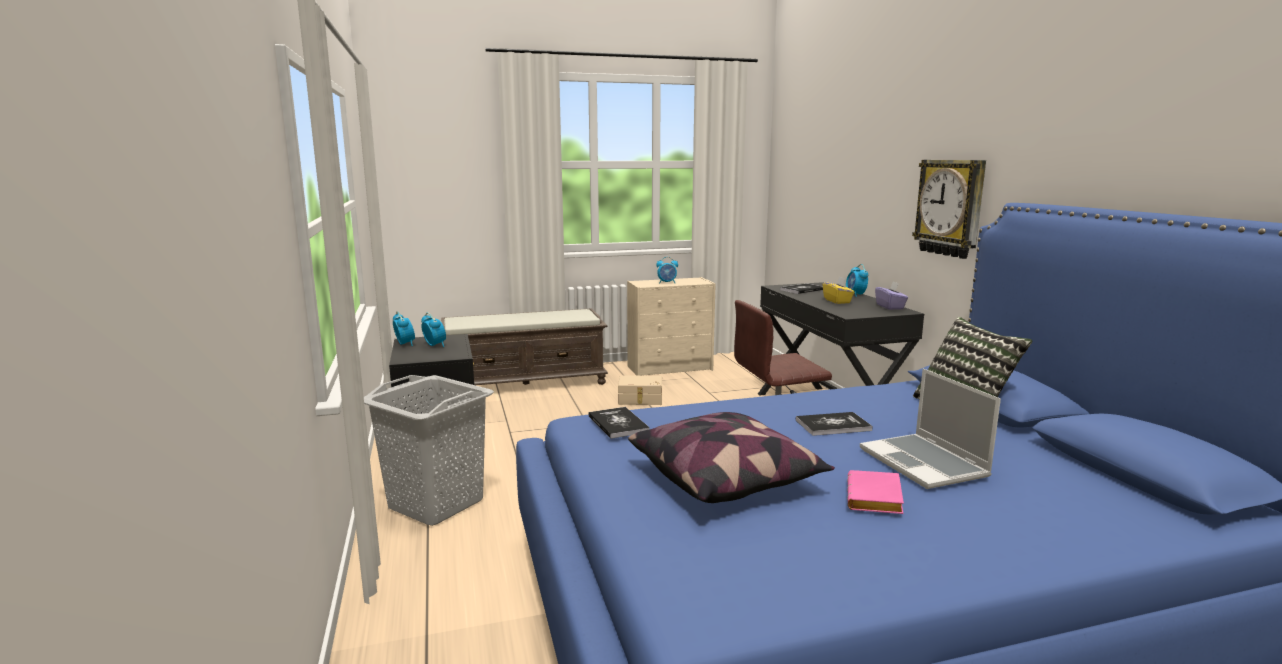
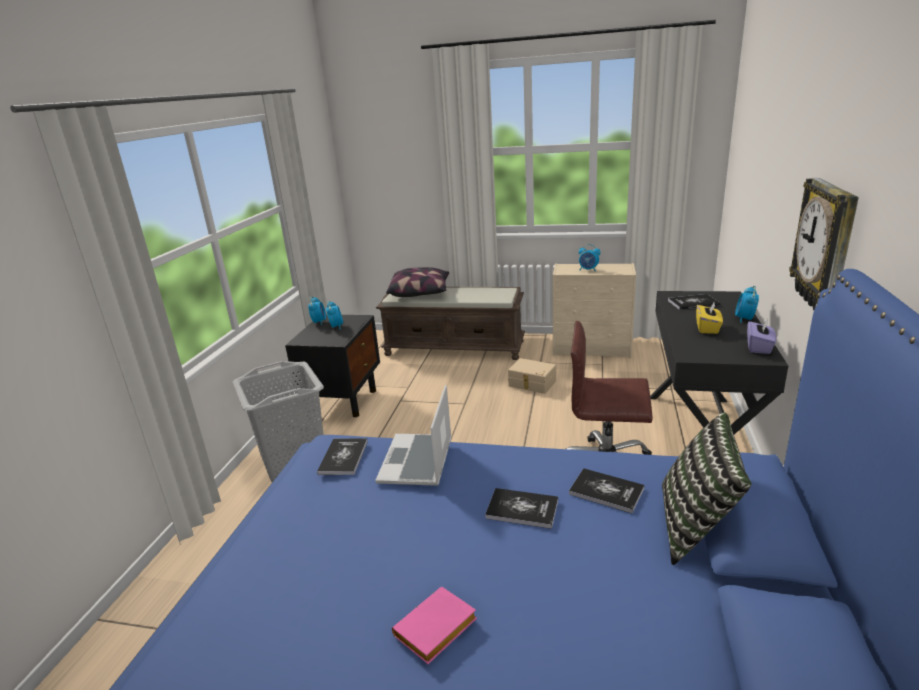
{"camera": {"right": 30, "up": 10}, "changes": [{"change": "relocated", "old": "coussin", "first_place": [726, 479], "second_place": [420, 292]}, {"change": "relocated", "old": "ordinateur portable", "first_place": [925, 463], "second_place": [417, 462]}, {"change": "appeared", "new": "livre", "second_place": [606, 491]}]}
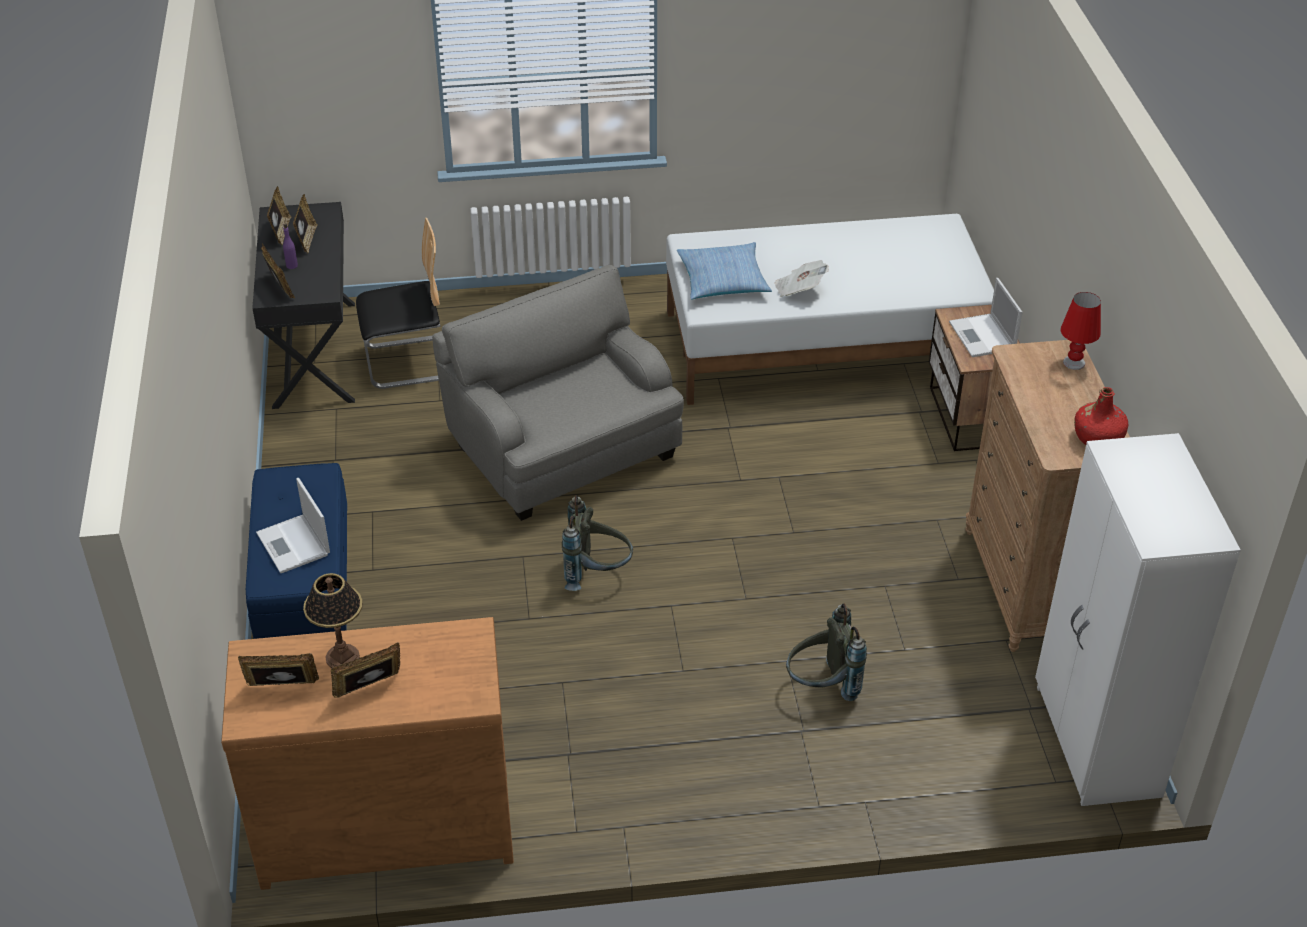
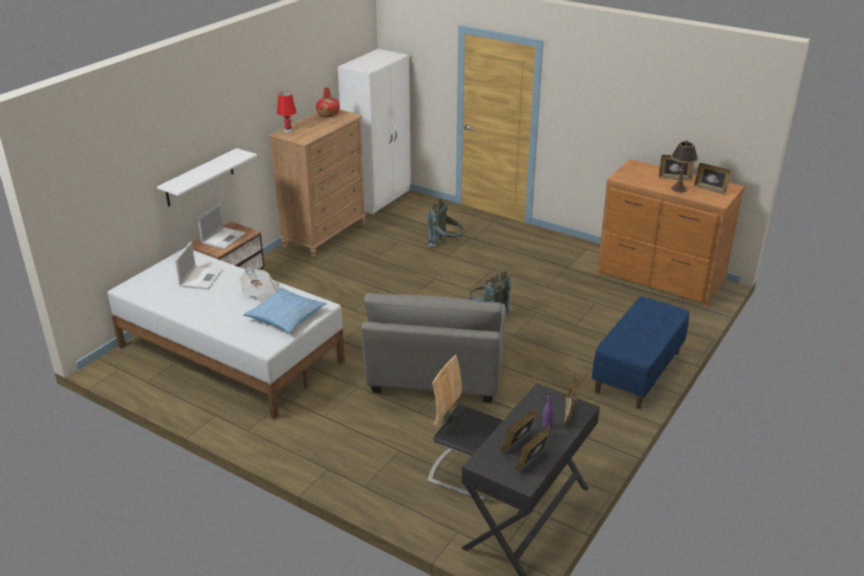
{"camera": {"right": -140, "up": -10}, "changes": [{"change": "relocated", "old": "ordinateur portable", "first_place": [294, 545], "second_place": [201, 277]}, {"change": "appeared", "new": "étagère [blanc]", "second_place": [199, 177]}]}
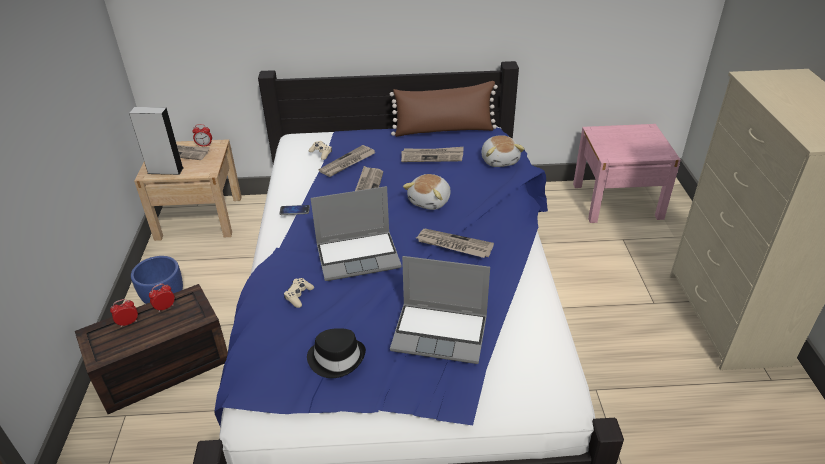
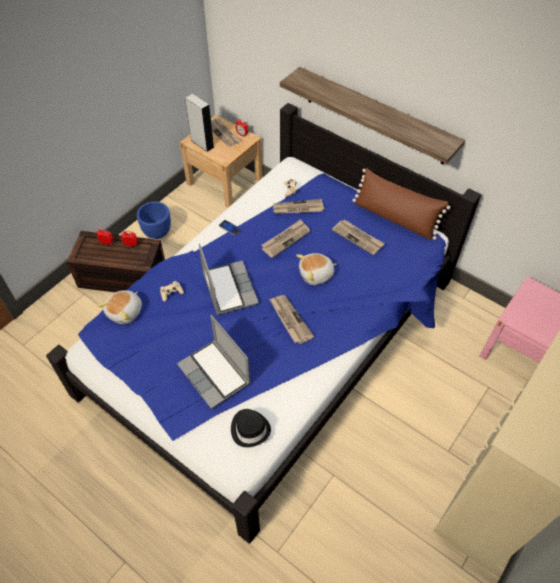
{"camera": {"right": 40, "up": 15}, "changes": [{"change": "relocated", "old": "chapeau [noir]", "first_place": [336, 358], "second_place": [250, 429]}, {"change": "spun", "old": "ordinateur portable", "first_place": [359, 256], "second_place": [228, 288], "degrees": -135}, {"change": "relocated", "old": "peluche", "first_place": [500, 160], "second_place": [125, 312]}, {"change": "appeared", "new": "étagère", "second_place": [375, 116]}]}
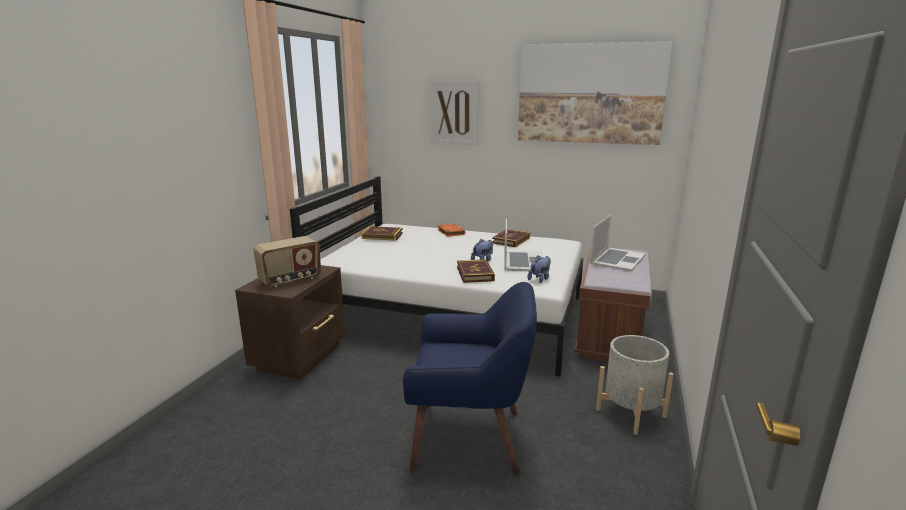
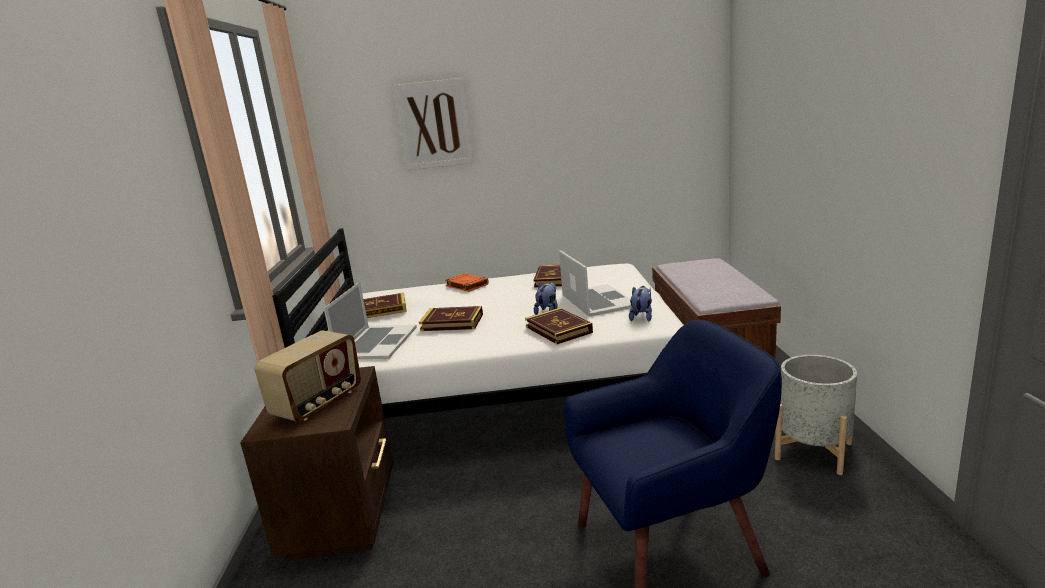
{"camera": {"right": -20, "up": 0}, "changes": [{"change": "missing", "old": "tableau", "first_place": [590, 94]}, {"change": "relocated", "old": "ordinateur portable", "first_place": [617, 259], "second_place": [376, 342]}, {"change": "appeared", "new": "livre", "second_place": [452, 322]}]}
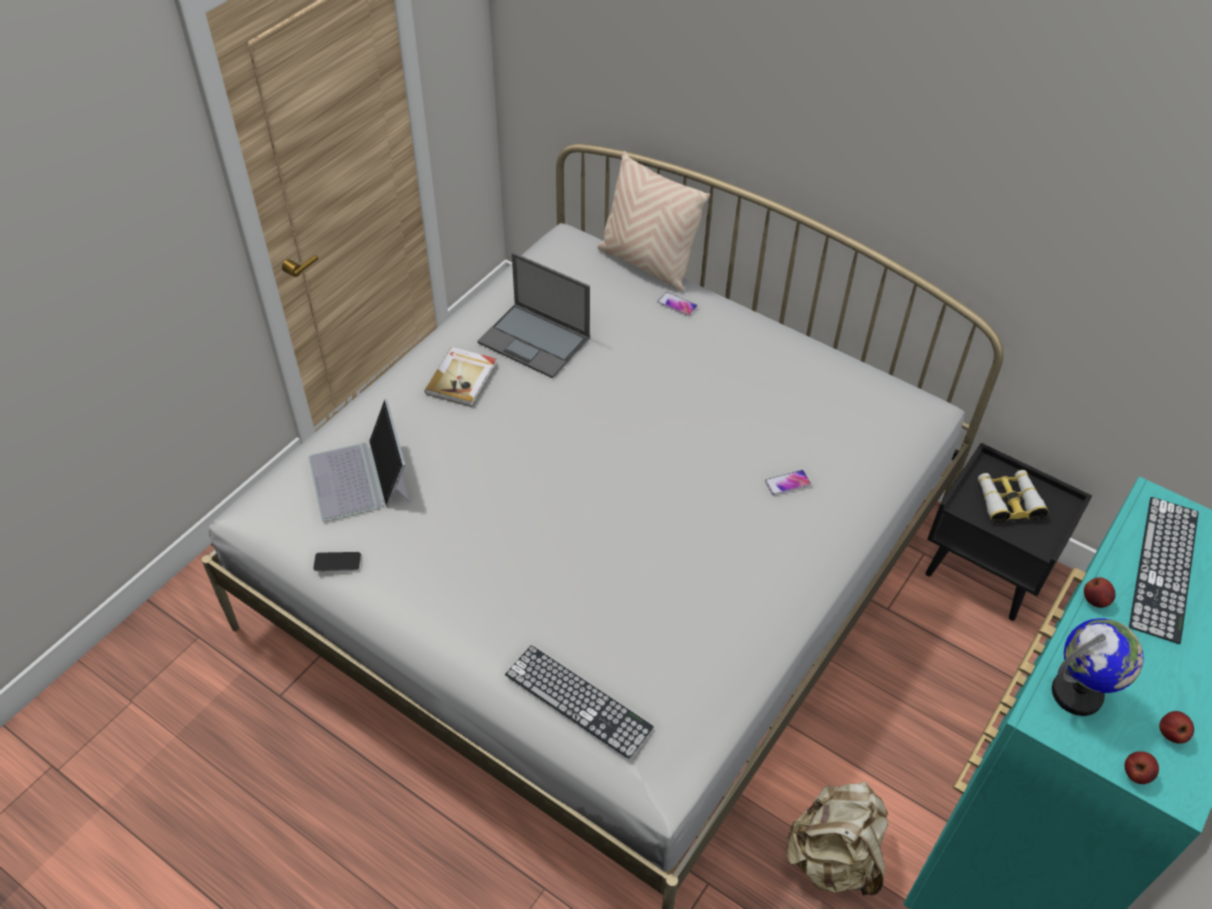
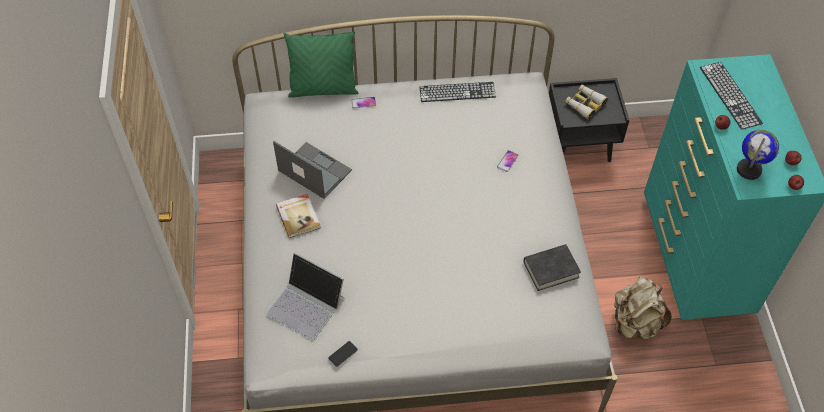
{"camera": {"right": -40, "up": 5}, "changes": [{"change": "spun", "old": "ordinateur portable", "first_place": [535, 340], "second_place": [314, 170], "degrees": -135}, {"change": "relocated", "old": "clavier", "first_place": [578, 700], "second_place": [457, 92]}, {"change": "colour", "old": "coussin [beige]", "new": "coussin [vert]", "first_place": [647, 263], "second_place": [323, 89]}, {"change": "appeared", "new": "livre [noir]", "second_place": [551, 269]}]}
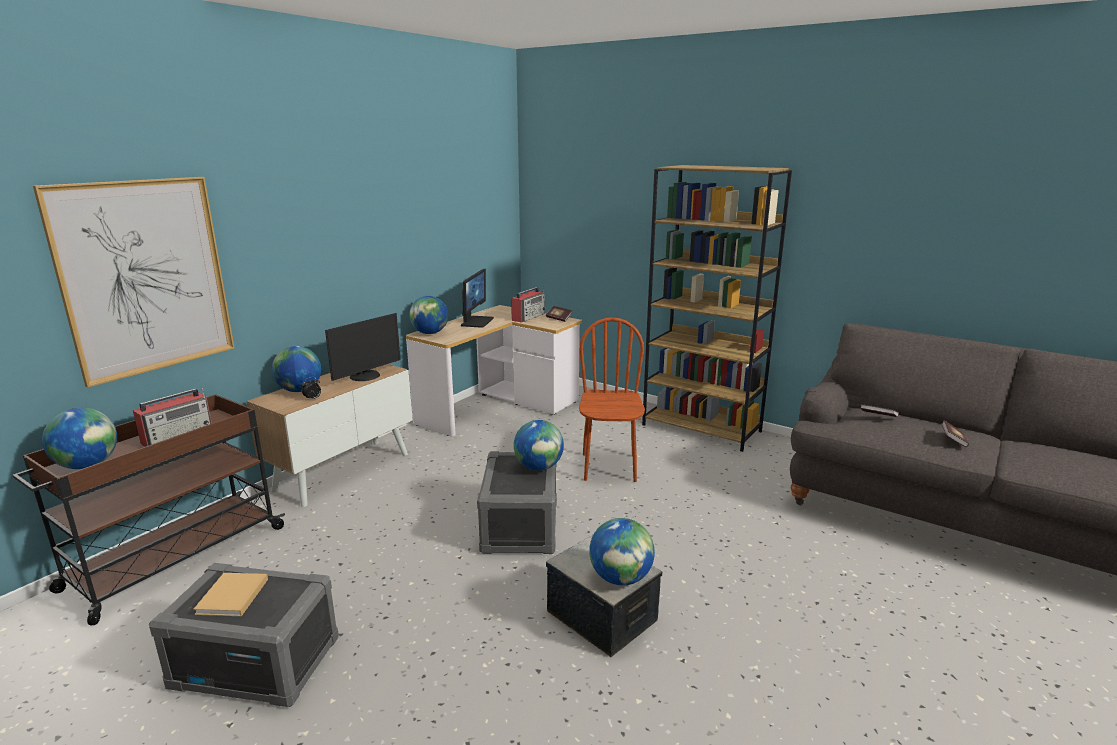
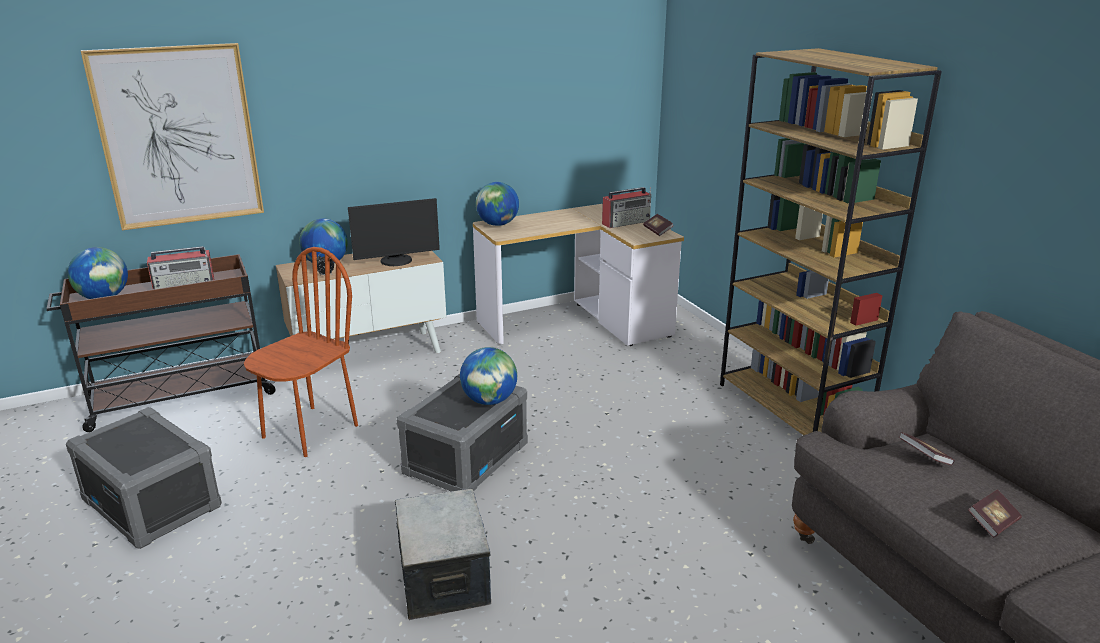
{"camera": {"right": 30, "up": 5}, "changes": [{"change": "missing", "old": "livre [beige]", "first_place": [231, 597]}, {"change": "missing", "old": "écran d'ordinateur", "first_place": [476, 321]}, {"change": "relocated", "old": "chaise [marron]", "first_place": [609, 467], "second_place": [310, 431]}, {"change": "missing", "old": "globe", "first_place": [620, 578]}]}
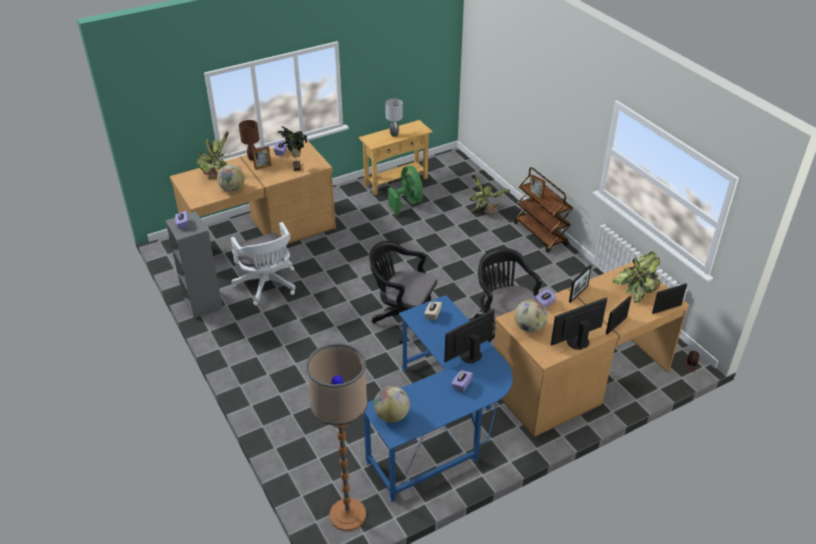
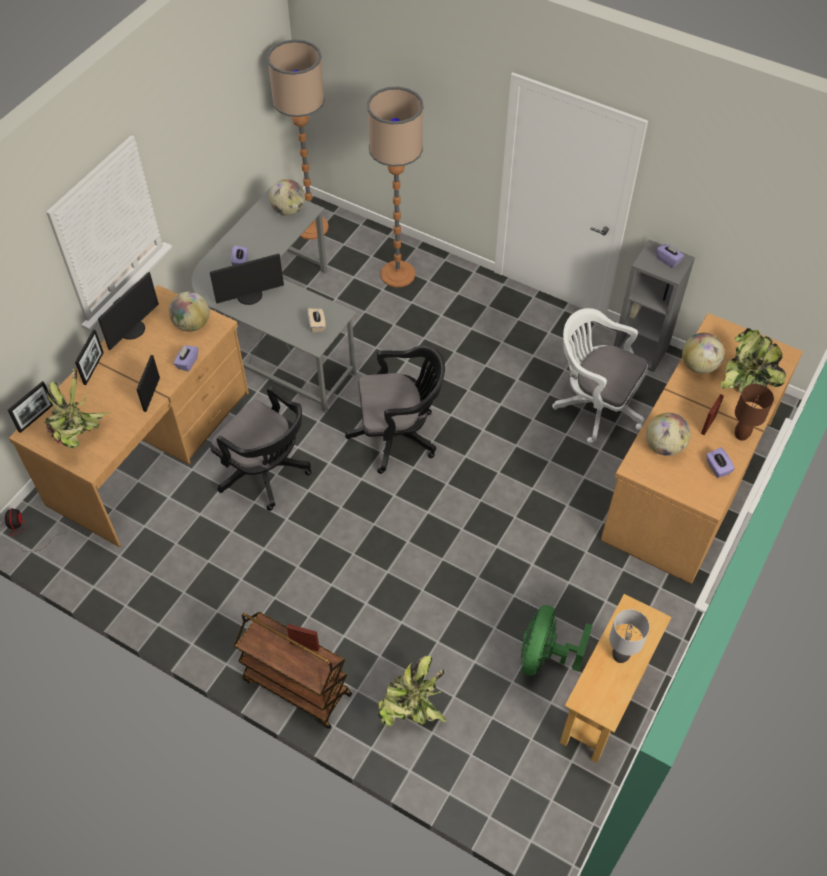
{"camera": {"right": 150, "up": 15}, "changes": [{"change": "exchanged", "old": "plante en pot", "new": "globe", "first_place": [296, 167], "second_place": [664, 446]}, {"change": "colour", "old": "bureau [bleu]", "new": "bureau [gris]", "first_place": [441, 424], "second_place": [278, 332]}, {"change": "spun", "old": "ventilateur [vert]", "first_place": [407, 203], "second_place": [545, 655], "degrees": 75}, {"change": "spun", "old": "écran d'ordinateur", "first_place": [470, 354], "second_place": [250, 296], "degrees": 45}, {"change": "appeared", "new": "lampadaire", "second_place": [398, 274]}]}
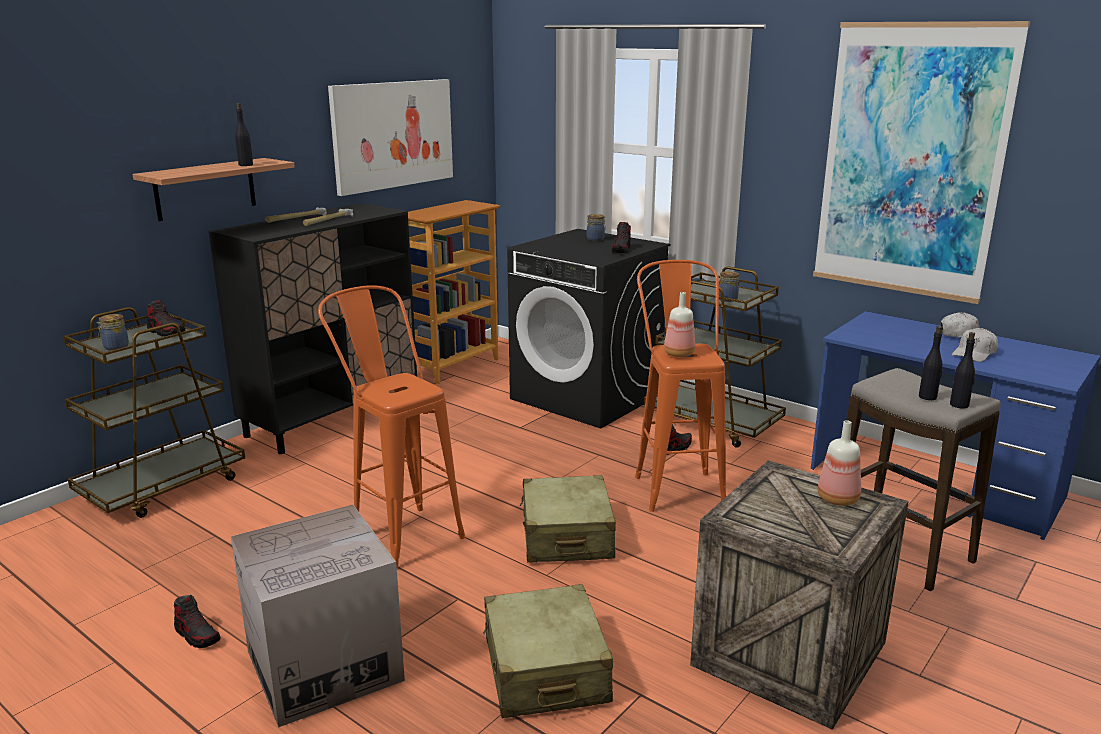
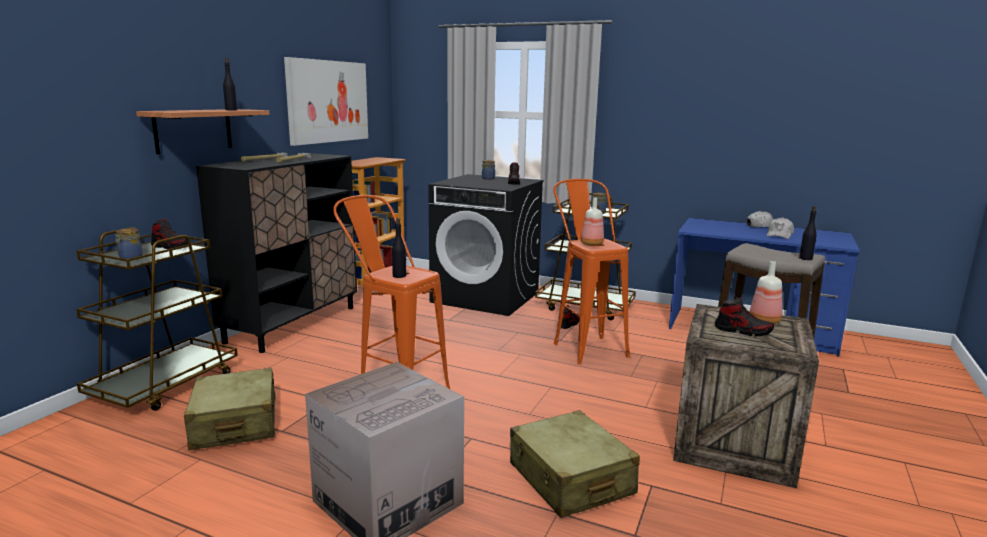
{"camera": {"right": -15, "up": -5}, "changes": [{"change": "relocated", "old": "chaussure", "first_place": [197, 635], "second_place": [742, 331]}, {"change": "relocated", "old": "valise [beige]", "first_place": [566, 536], "second_place": [235, 424]}, {"change": "missing", "old": "tableau", "first_place": [911, 161]}, {"change": "relocated", "old": "bouteille [noir]", "first_place": [928, 397], "second_place": [399, 276]}]}
